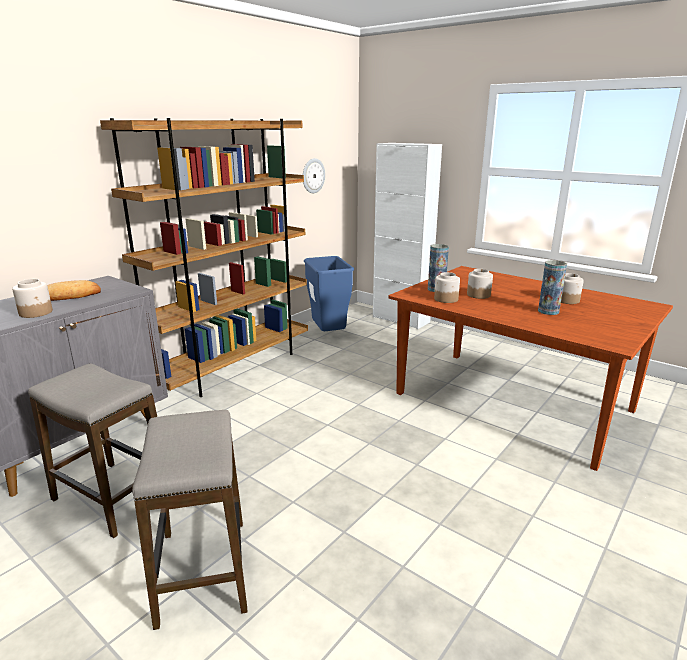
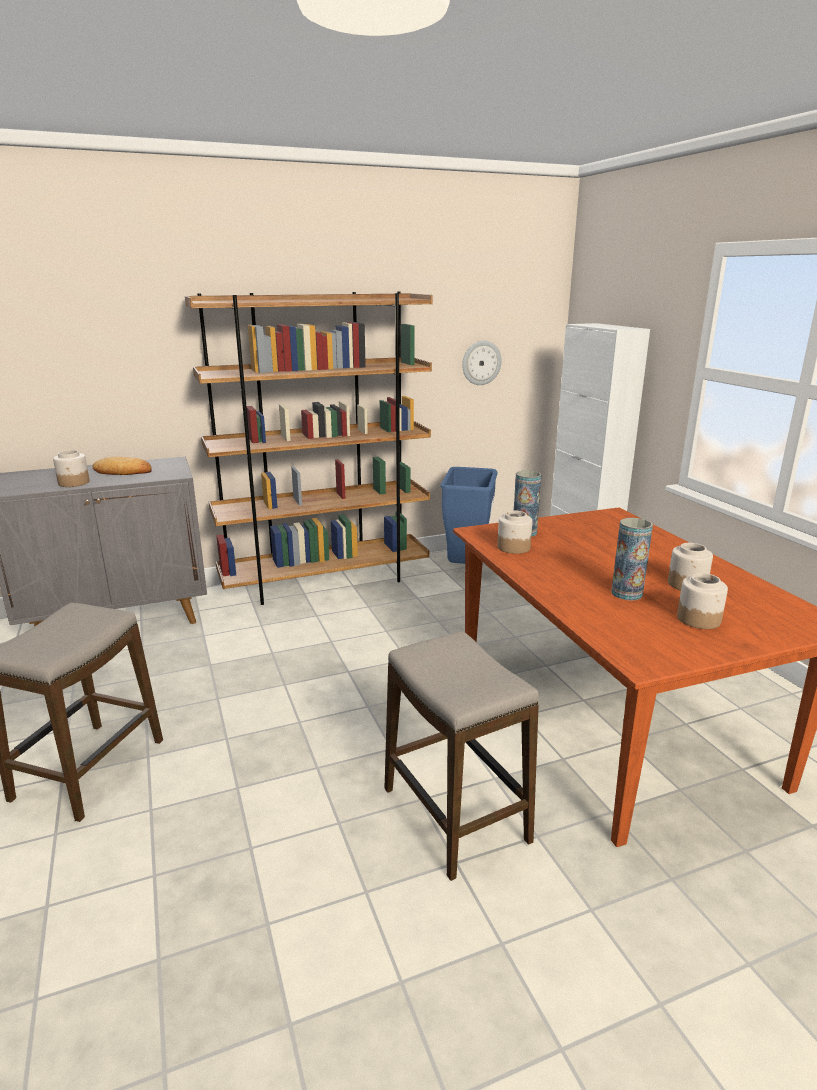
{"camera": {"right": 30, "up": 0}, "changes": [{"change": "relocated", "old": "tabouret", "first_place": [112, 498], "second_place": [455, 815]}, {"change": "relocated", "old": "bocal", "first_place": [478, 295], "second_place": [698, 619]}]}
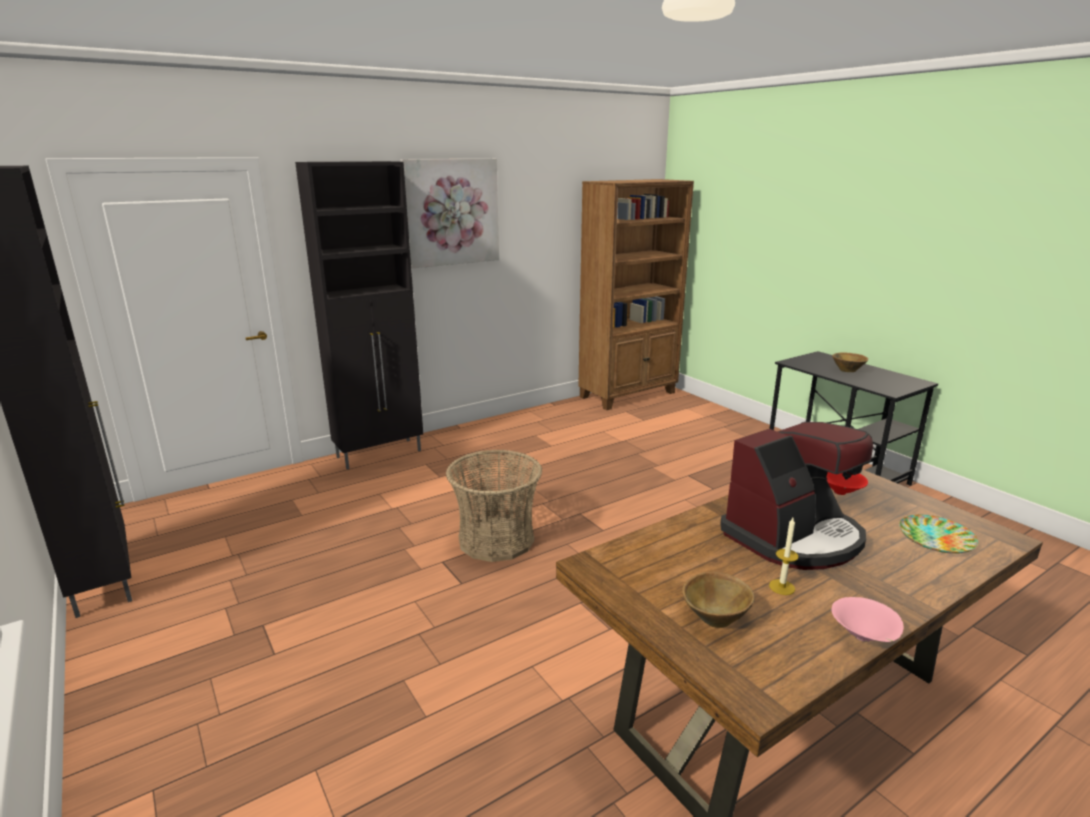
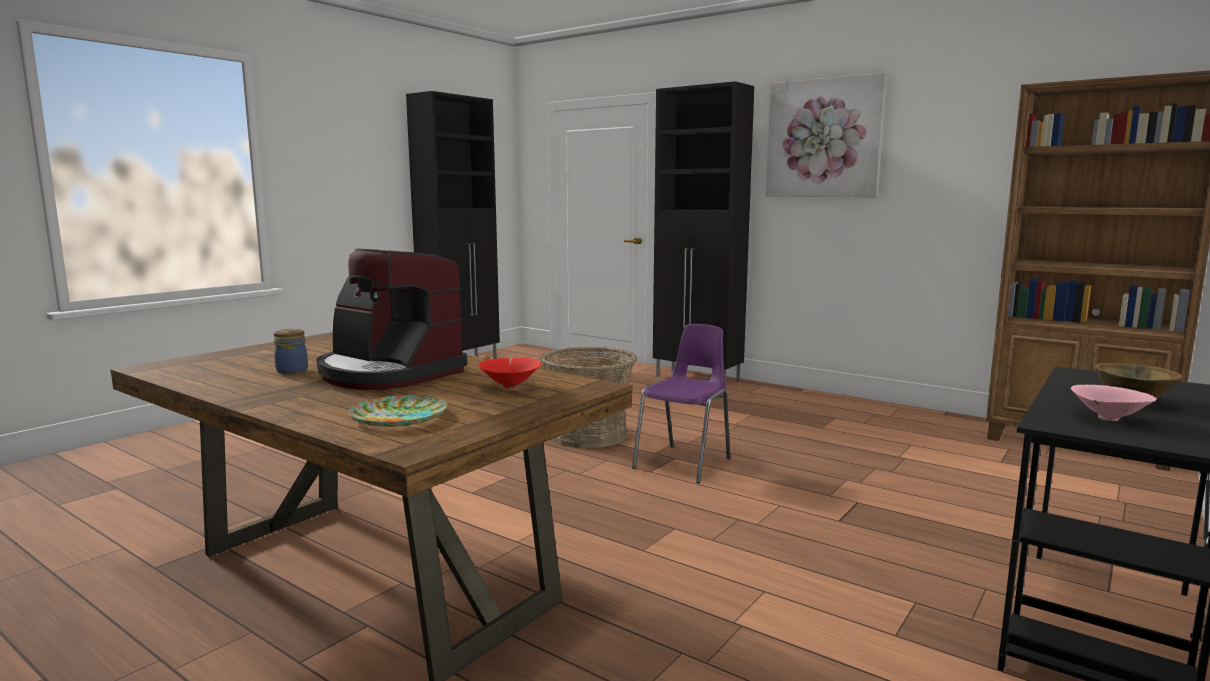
{"camera": {"right": 70, "up": -10}, "changes": [{"change": "missing", "old": "bol [marron]", "first_place": [715, 617]}, {"change": "exchanged", "old": "bougie", "new": "bocal", "first_place": [782, 587], "second_place": [293, 371]}, {"change": "relocated", "old": "bol [rose]", "first_place": [863, 638], "second_place": [1107, 419]}, {"change": "appeared", "new": "chaise [violet]", "second_place": [684, 463]}]}
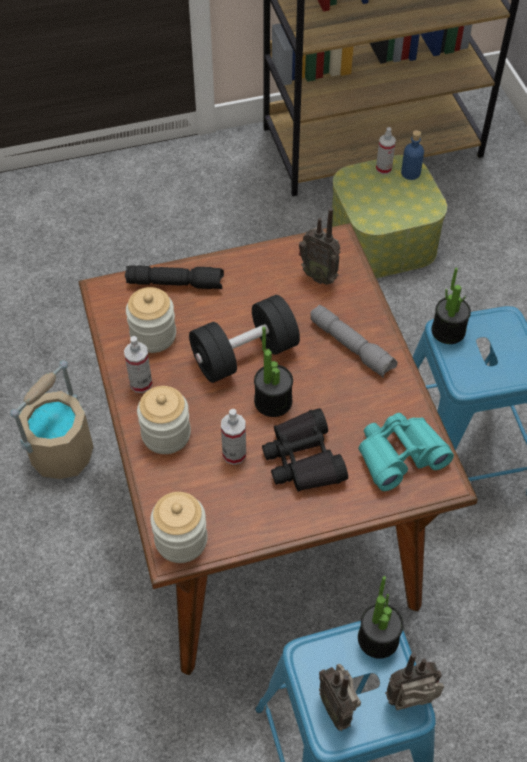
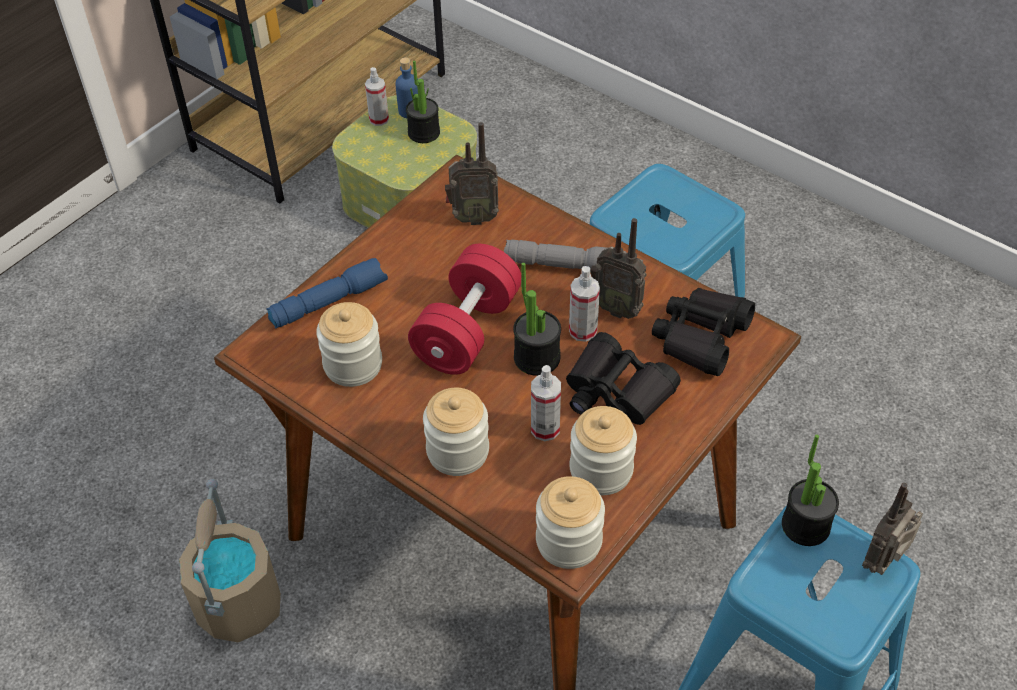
{"camera": {"right": -35, "up": -5}, "changes": [{"change": "relocated", "old": "vaporisateur", "first_place": [141, 383], "second_place": [583, 331]}, {"change": "colour", "old": "lampe de poche [noir]", "new": "lampe de poche [bleu]", "first_place": [176, 282], "second_place": [329, 301]}, {"change": "colour", "old": "haltère [noir]", "new": "haltère [rouge]", "first_place": [244, 355], "second_place": [467, 330]}, {"change": "relocated", "old": "radio", "first_place": [337, 708], "second_place": [617, 308]}, {"change": "colour", "old": "jumelles [turquoise]", "new": "jumelles [noir]", "first_place": [400, 455], "second_place": [700, 337]}, {"change": "relocated", "old": "plante en pot", "first_place": [448, 331], "second_place": [424, 133]}, {"change": "appeared", "new": "bocal", "second_place": [601, 470]}]}
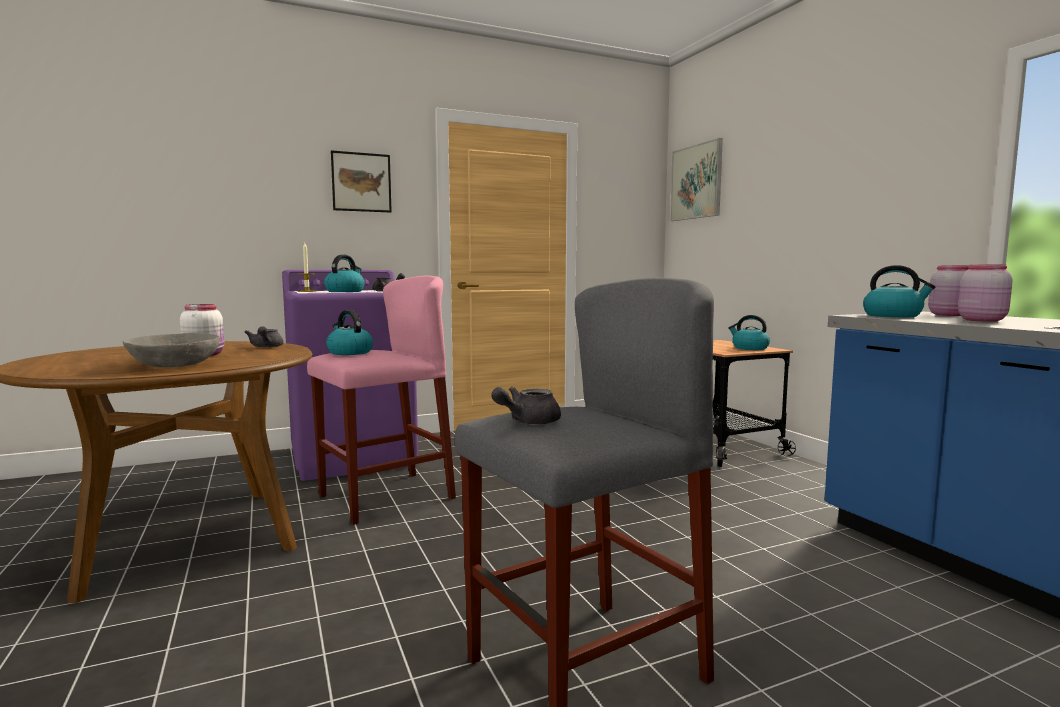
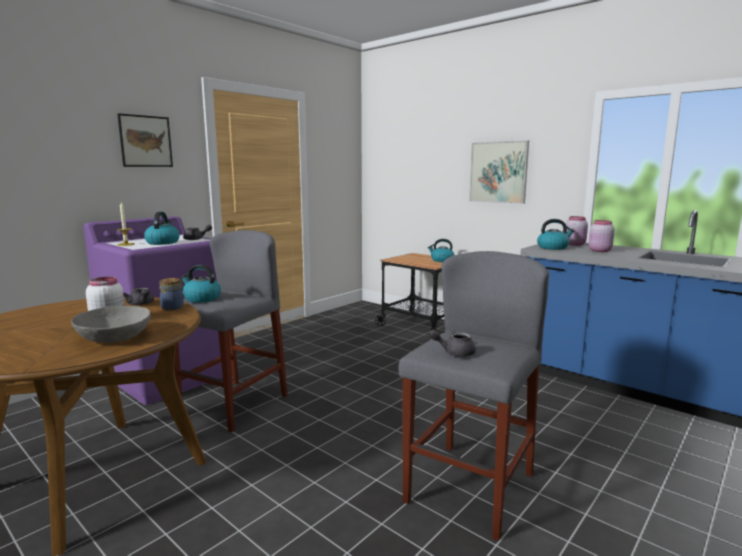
{"camera": {"right": -25, "up": 5}, "changes": [{"change": "colour", "old": "tabouret [rose]", "new": "tabouret [gris]", "first_place": [386, 497], "second_place": [234, 405]}, {"change": "spun", "old": "théière [gris]", "first_place": [527, 422], "second_place": [454, 352], "degrees": 60}, {"change": "relocated", "old": "tableau", "first_place": [696, 182], "second_place": [498, 172]}, {"change": "appeared", "new": "bocal", "second_place": [173, 307]}]}
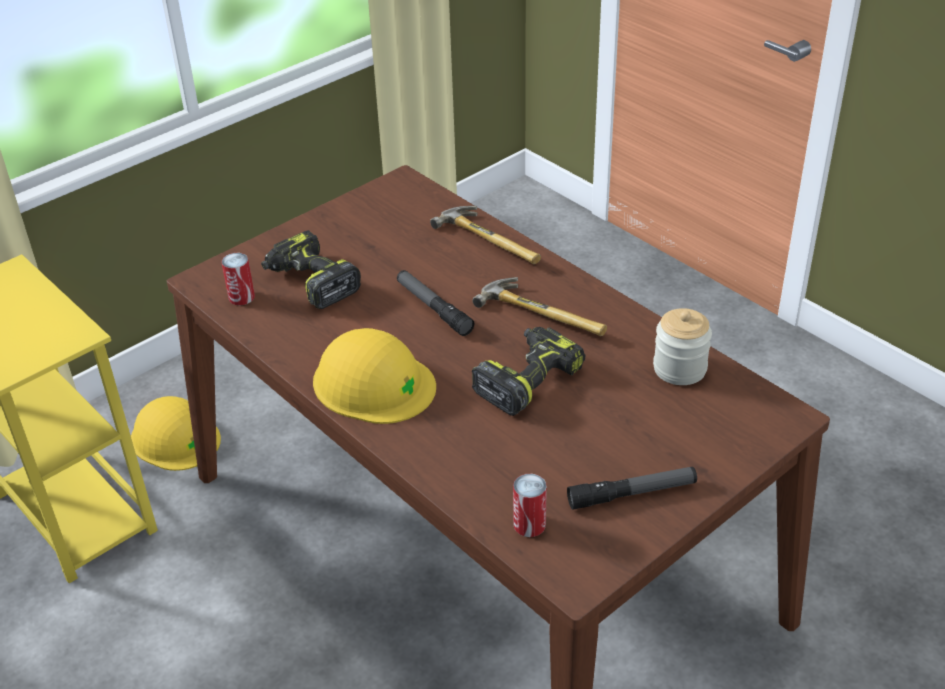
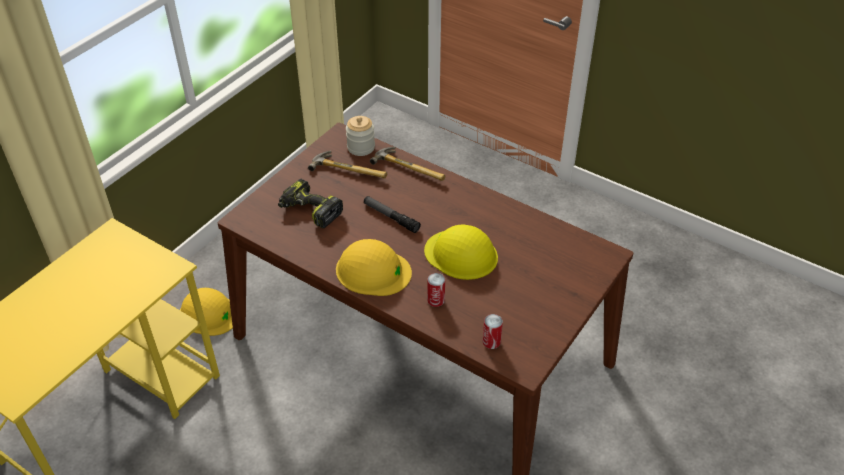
{"camera": {"right": -15, "up": 5}, "changes": [{"change": "relocated", "old": "boîte métallique", "first_place": [241, 297], "second_place": [436, 300]}, {"change": "relocated", "old": "marteau", "first_place": [545, 312], "second_place": [350, 169]}, {"change": "exchanged", "old": "perceuse", "new": "casque de chantier [jaune]", "first_place": [527, 379], "second_place": [461, 254]}, {"change": "missing", "old": "lampe de poche", "first_place": [632, 494]}, {"change": "relocated", "old": "bocal", "first_place": [679, 368], "second_place": [361, 147]}]}
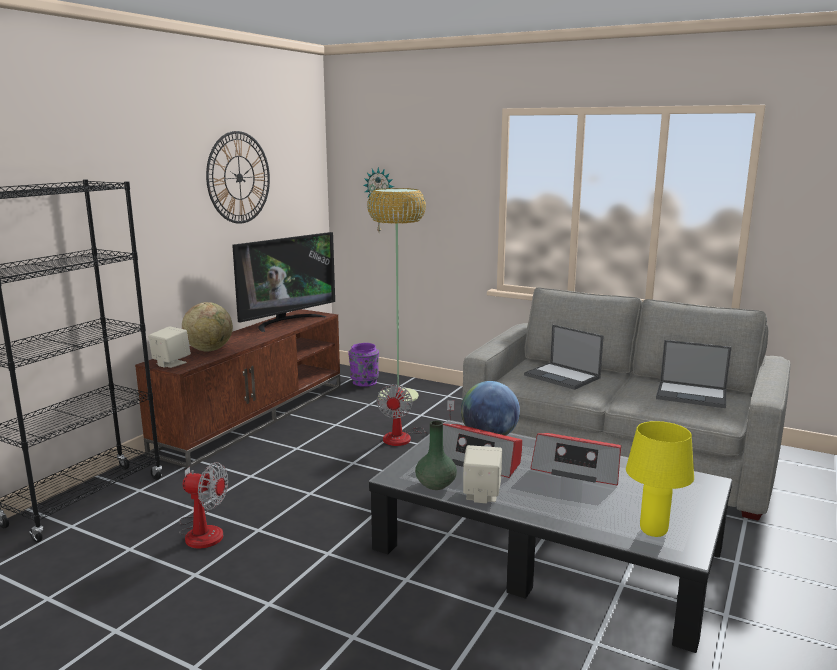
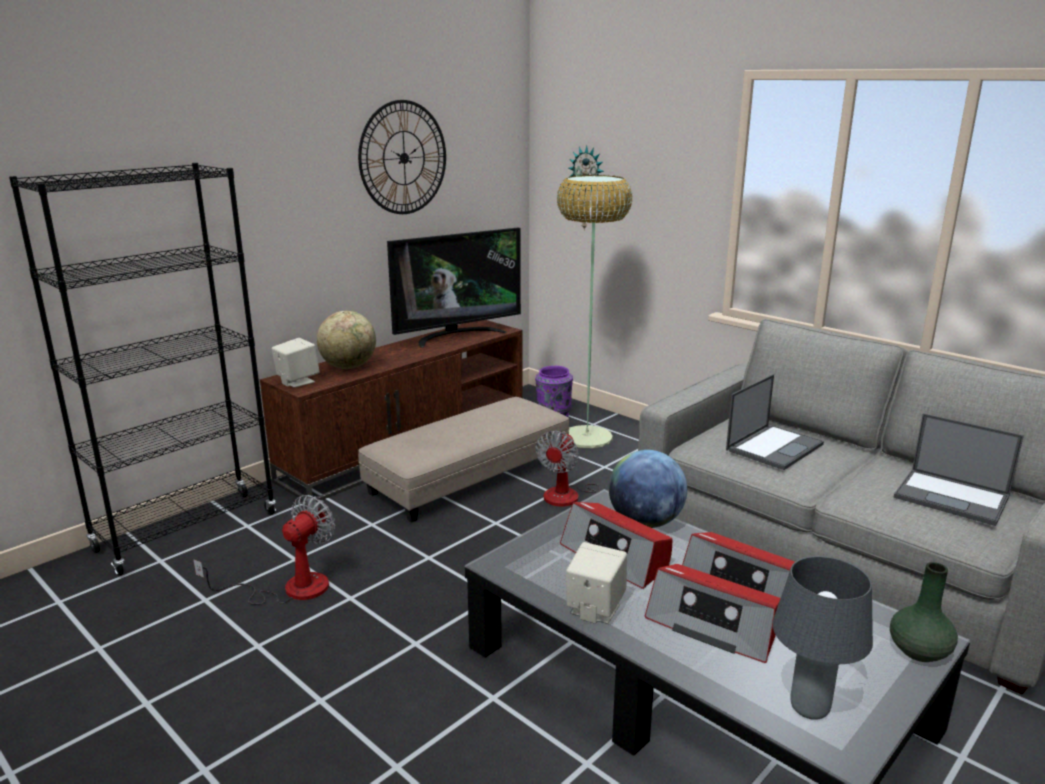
{"camera": {"right": 15, "up": 5}, "changes": [{"change": "spun", "old": "ventilateur", "first_place": [202, 530], "second_place": [290, 589], "degrees": -90}, {"change": "relocated", "old": "vase [vert]", "first_place": [436, 484], "second_place": [920, 651]}, {"change": "spun", "old": "ordinateur portable", "first_place": [563, 376], "second_place": [774, 447], "degrees": -105}, {"change": "colour", "old": "lampe de table [jaune]", "new": "lampe de table [gris]", "first_place": [654, 532], "second_place": [810, 709]}, {"change": "appeared", "new": "pouf [beige]", "second_place": [469, 476]}, {"change": "appeared", "new": "radio", "second_place": [713, 625]}]}
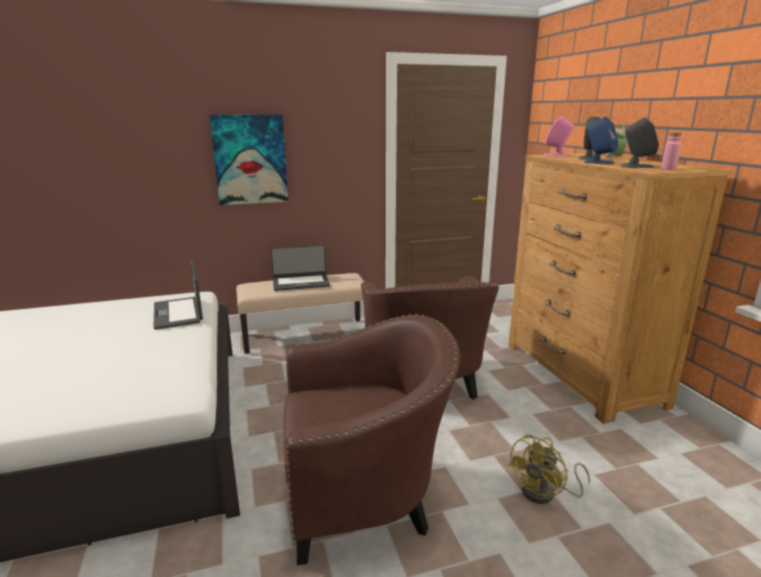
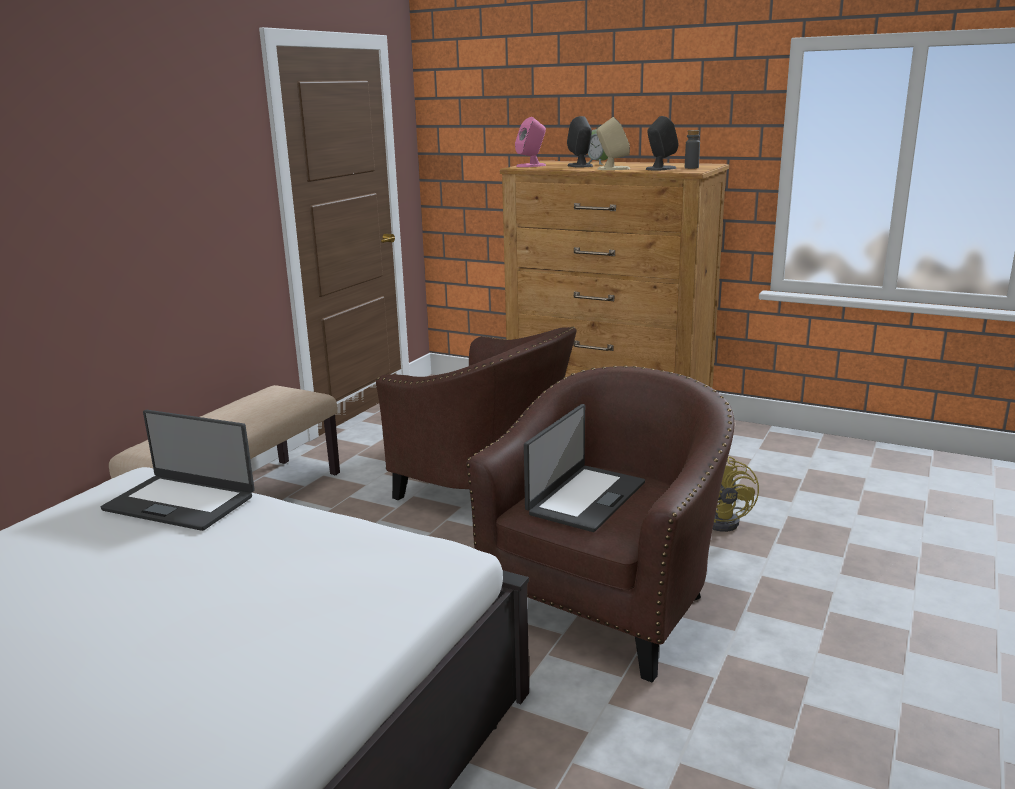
{"camera": {"right": -45, "up": 0}, "changes": [{"change": "missing", "old": "tableau", "first_place": [250, 159]}, {"change": "relocated", "old": "ordinateur portable", "first_place": [301, 283], "second_place": [585, 498]}, {"change": "colour", "old": "enceinte [bleu]", "new": "enceinte [beige]", "first_place": [598, 163], "second_place": [613, 169]}, {"change": "colour", "old": "bouteille [rose]", "new": "bouteille [gris]", "first_place": [668, 169], "second_place": [691, 168]}]}
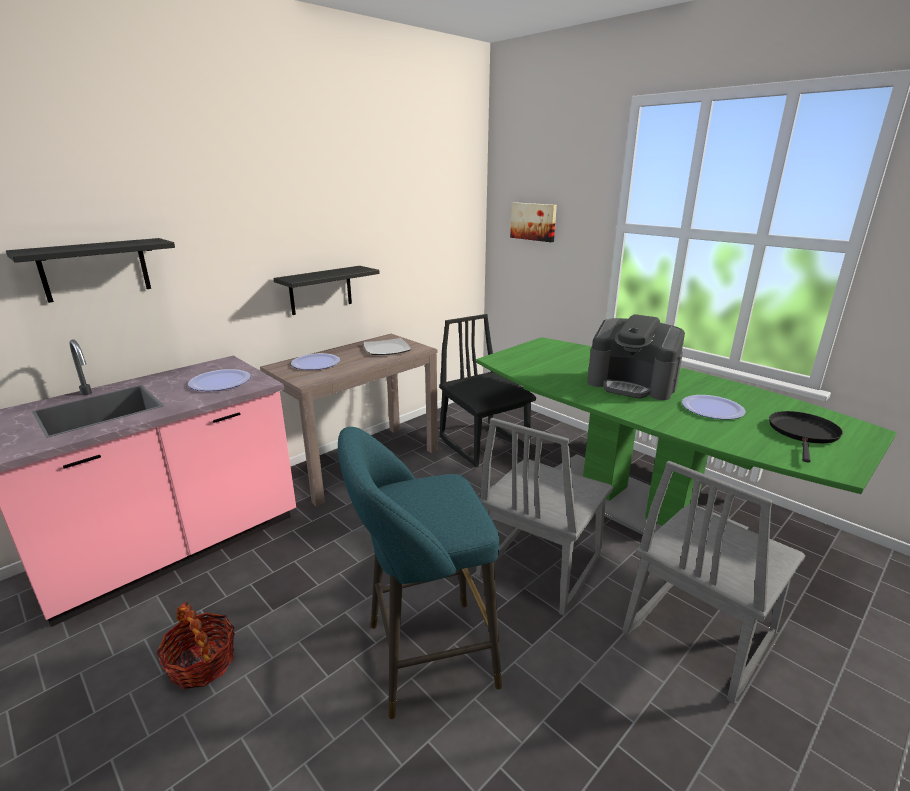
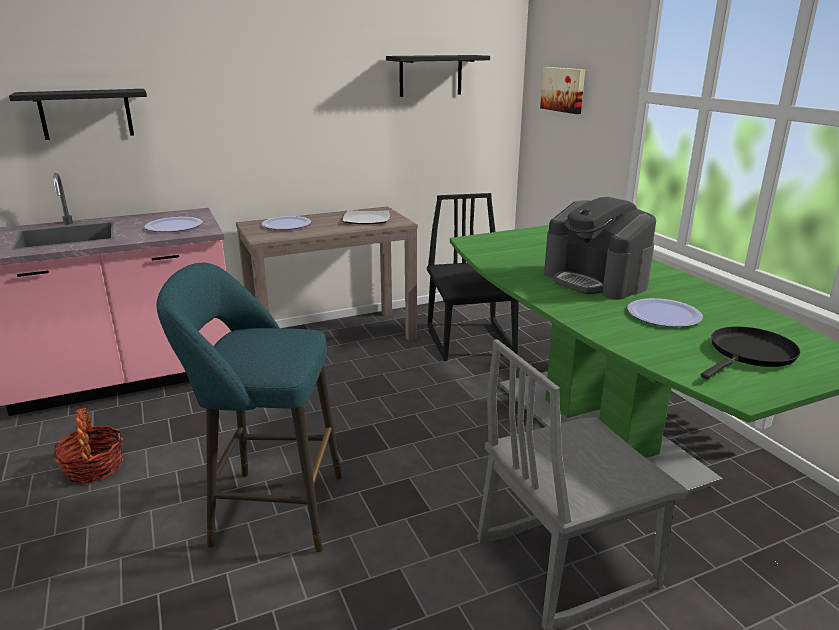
{"camera": {"right": 20, "up": 0}, "changes": [{"change": "relocated", "old": "étagère [noir]", "first_place": [321, 290], "second_place": [430, 75]}, {"change": "missing", "old": "chaise [gris]", "first_place": [538, 566]}]}
